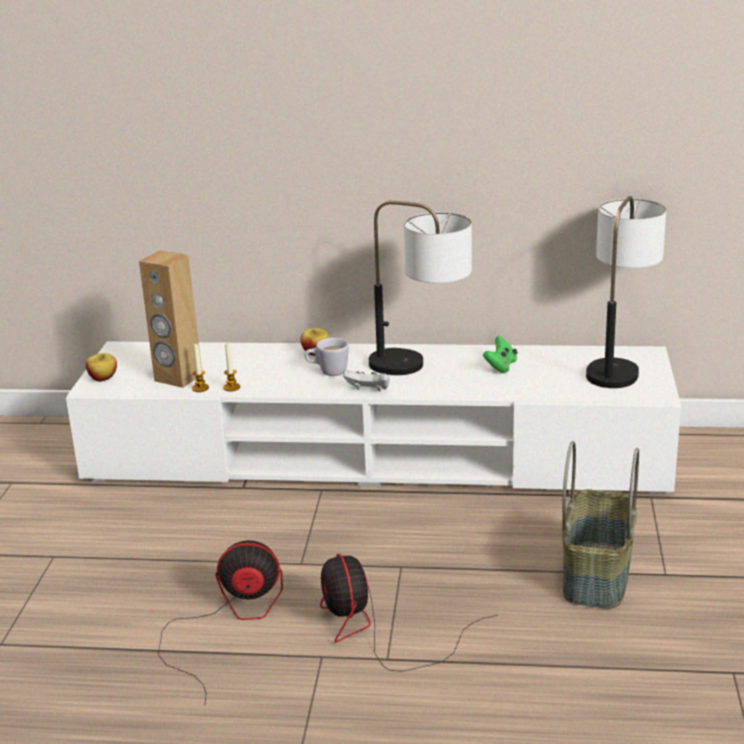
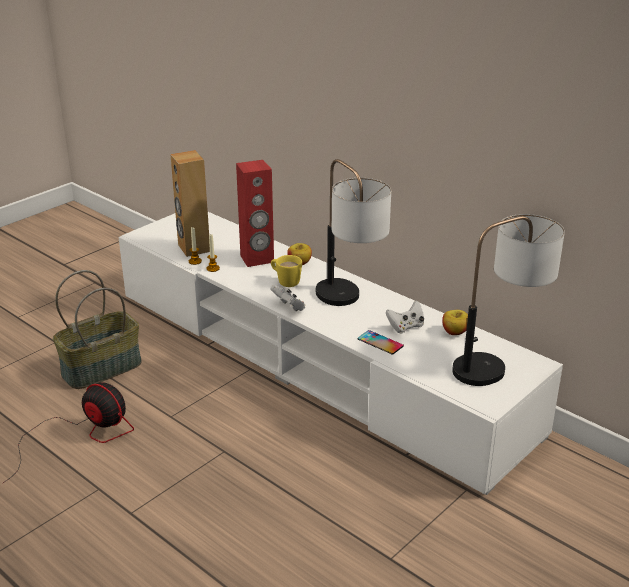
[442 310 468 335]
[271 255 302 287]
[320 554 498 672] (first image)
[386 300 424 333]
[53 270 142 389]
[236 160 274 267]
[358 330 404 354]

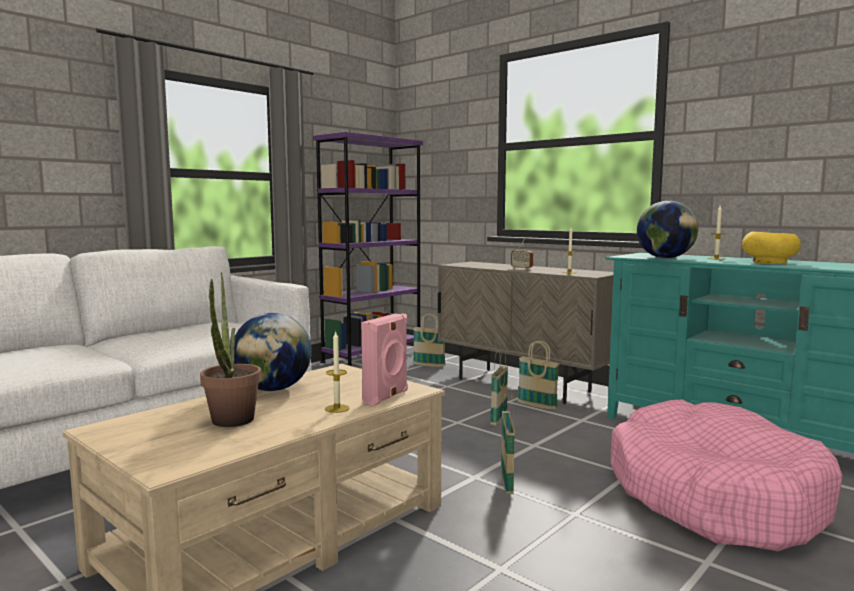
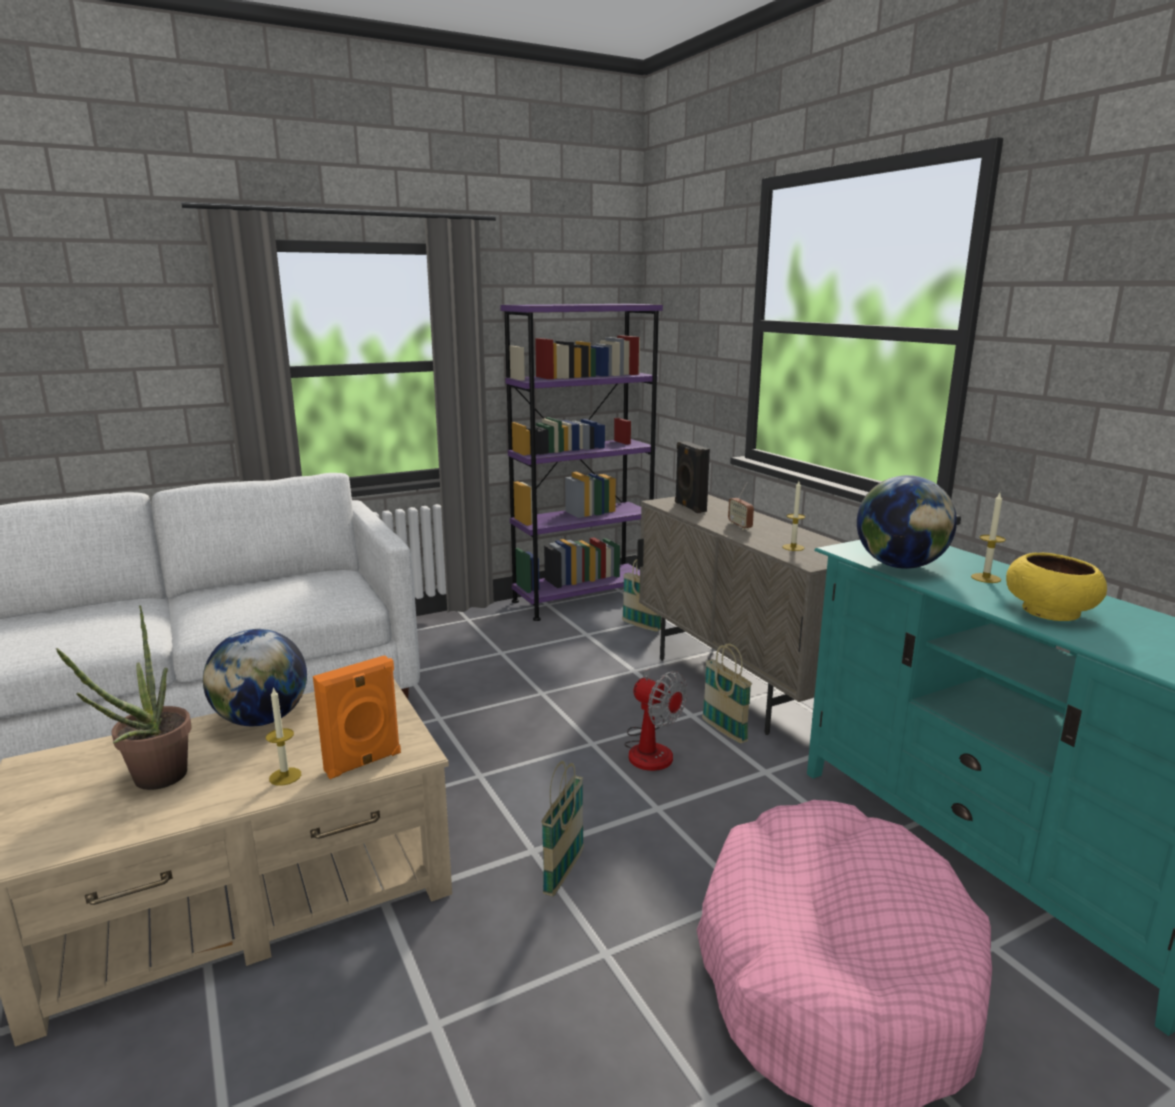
[313 655 401 779]
[624 669 687 771]
[675 441 710 513]

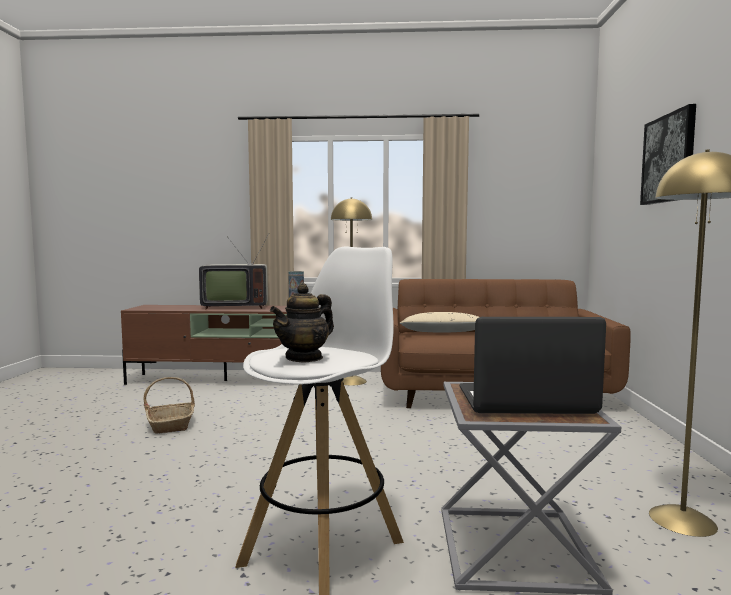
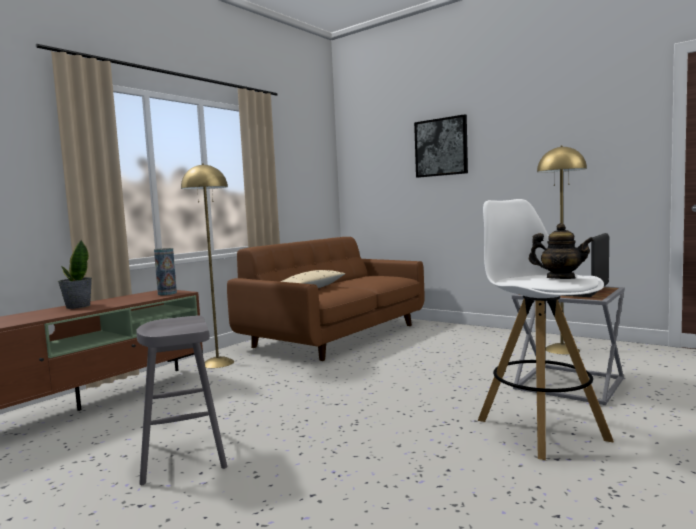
[136 315 227 485]
[58 240 92 309]
[529 223 594 279]

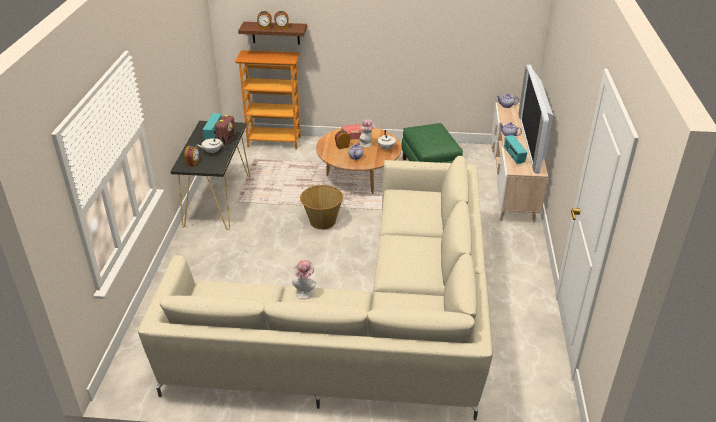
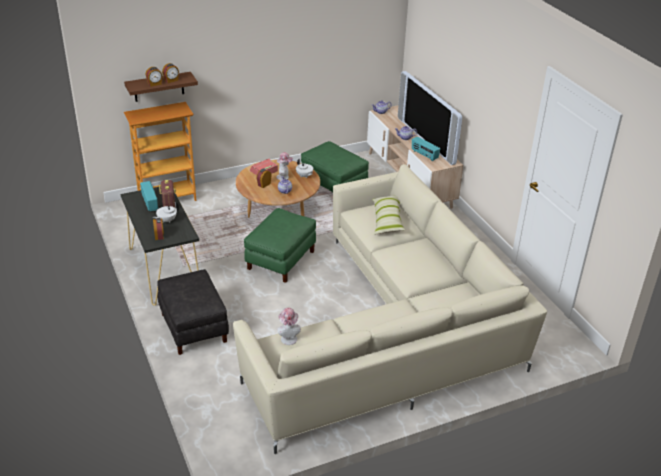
[277 308 301 345]
[244 208 316 283]
[157 269 229 355]
[372 196 405 235]

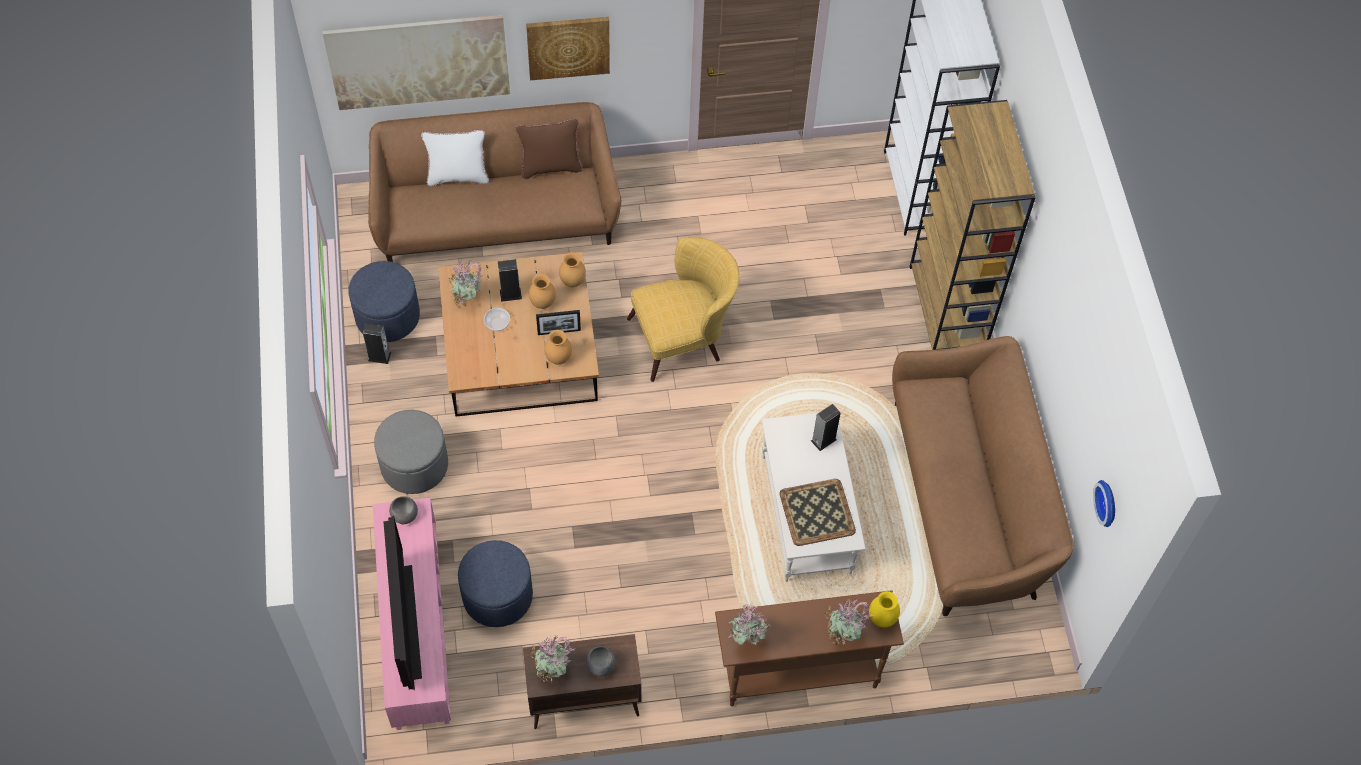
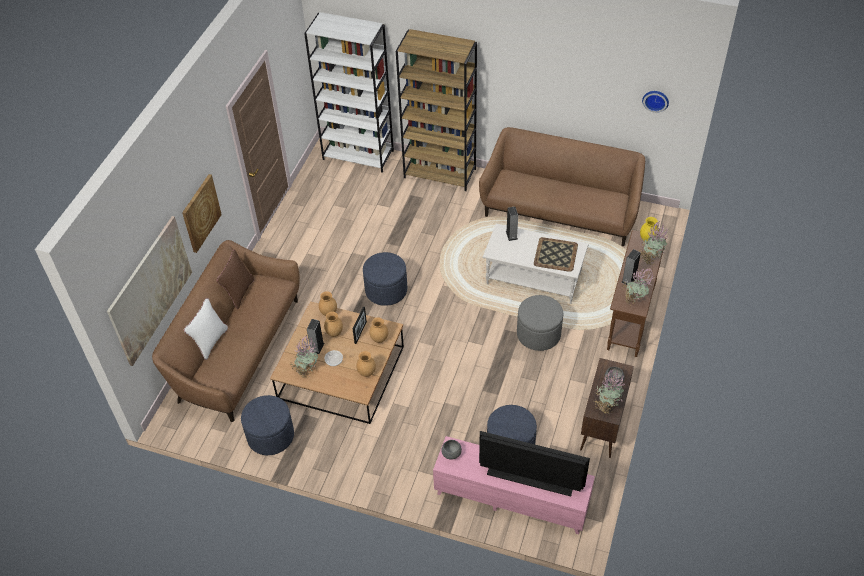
[622 249 641 285]
[517 295 563 351]
[363 252 407 306]
[356 351 376 377]

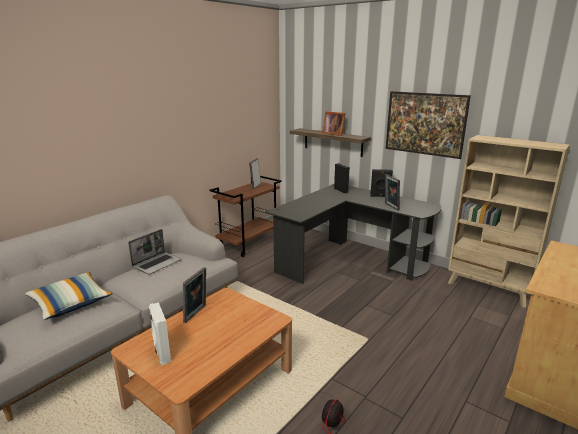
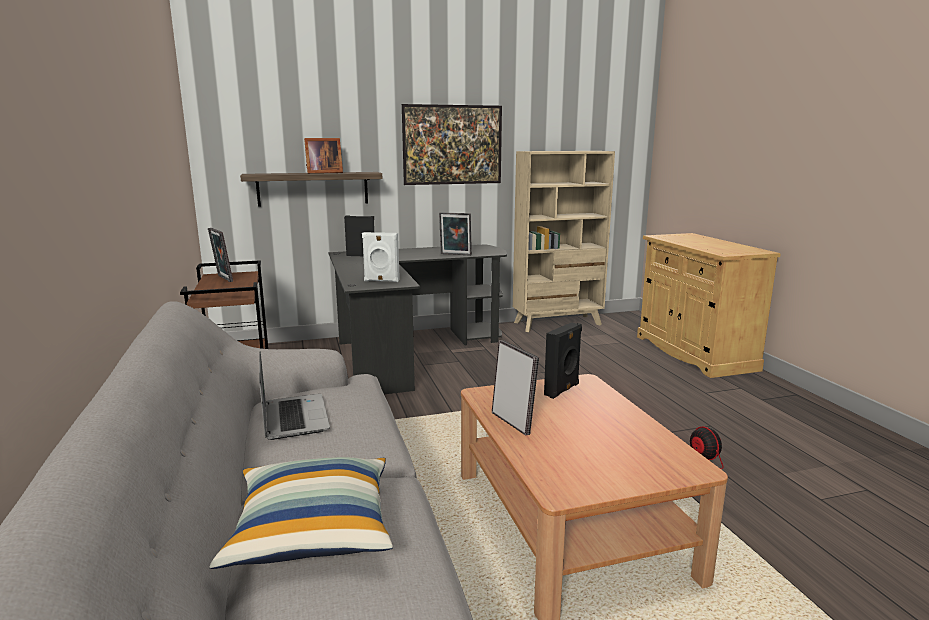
[362 232 400 282]
[544 322 582 399]

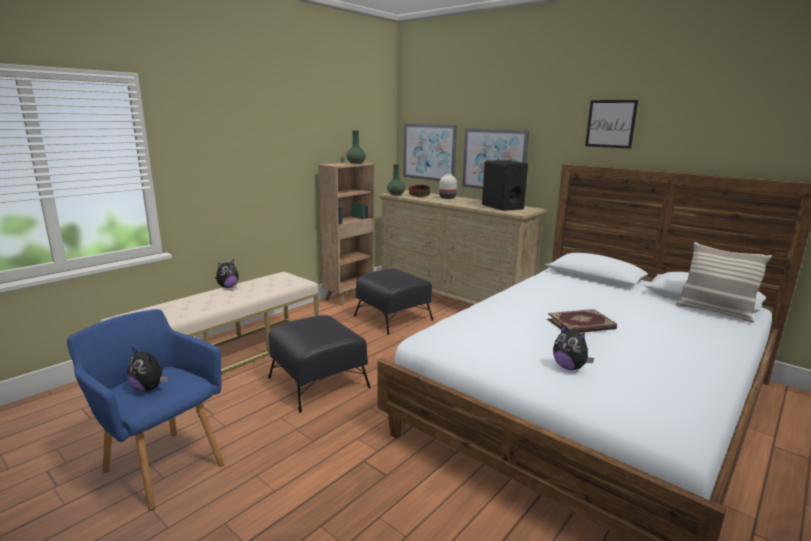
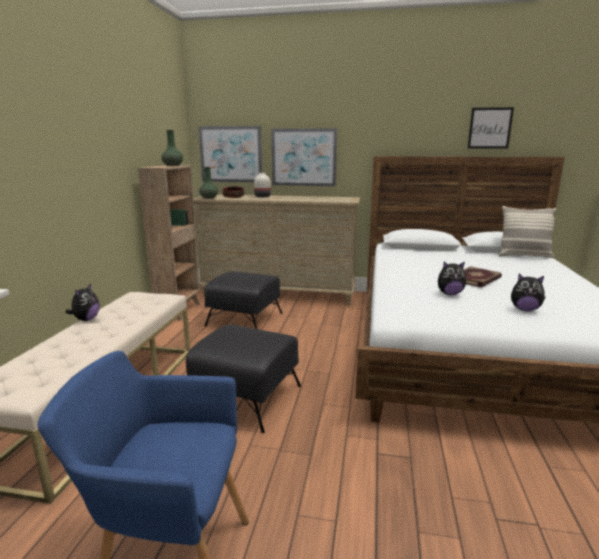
[438 261 466 295]
[482 160 528 211] (first image)
[467 107 514 149]

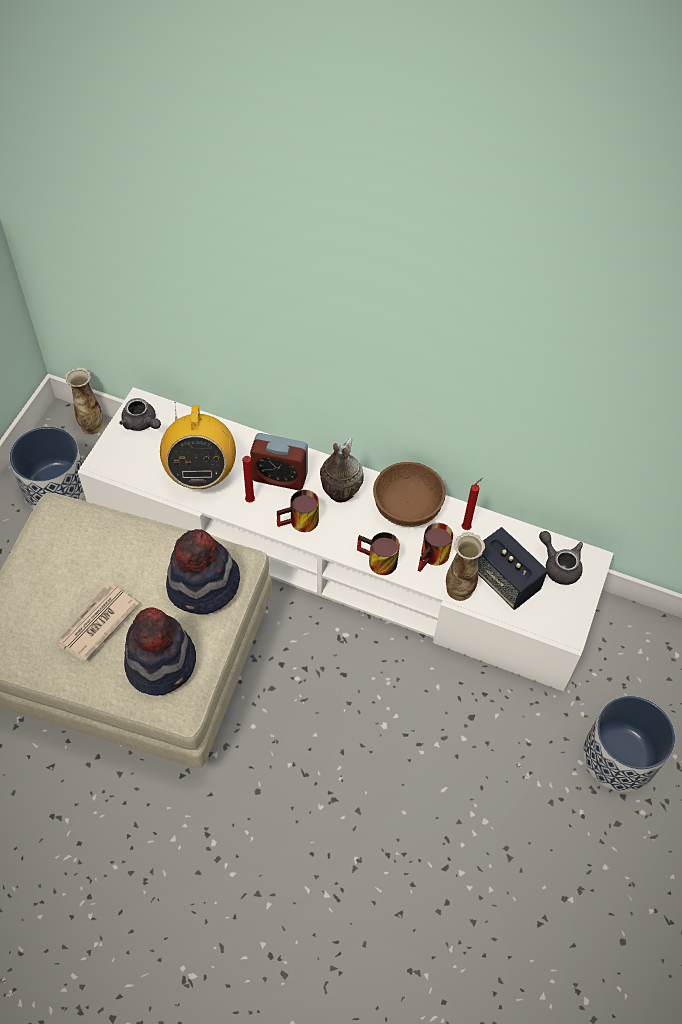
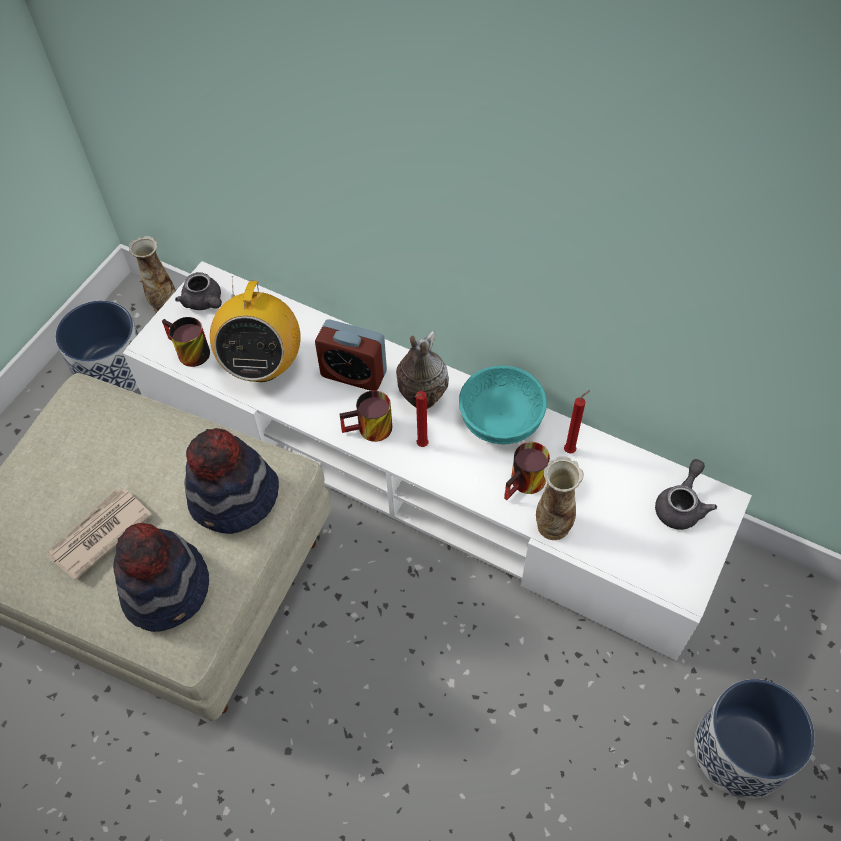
[415 391 429 447]
[162 317 210 367]
[459 366 547 444]
[478 527 548 610] (first image)
[655 459 717 530]

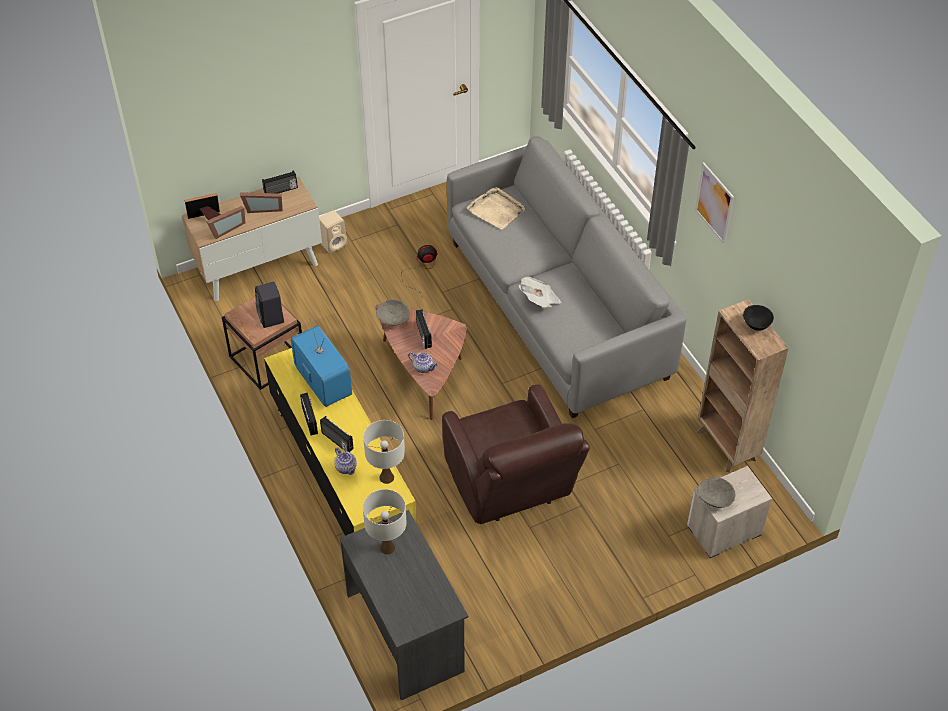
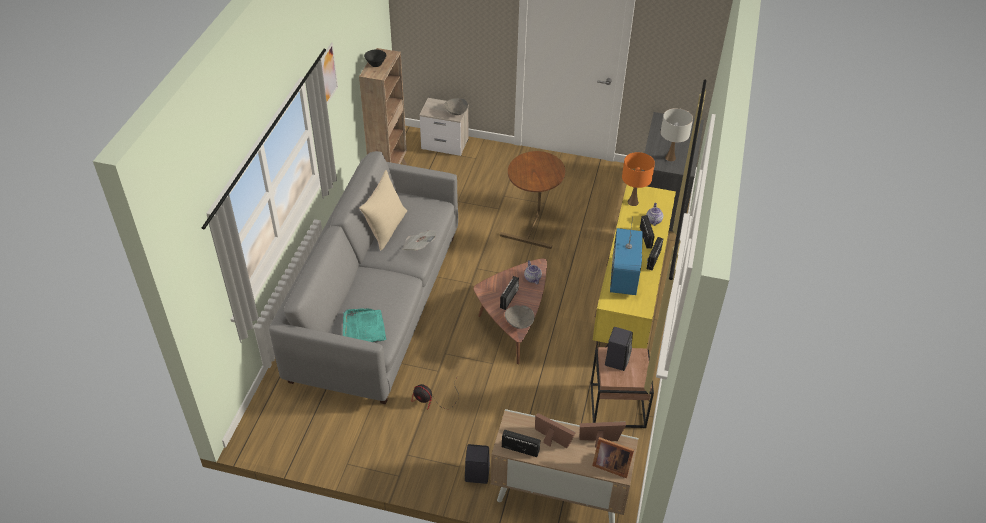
[465 444 490 484]
[622 152 655 206]
[500 151 565 249]
[343 308 386 342]
[359 170 407 250]

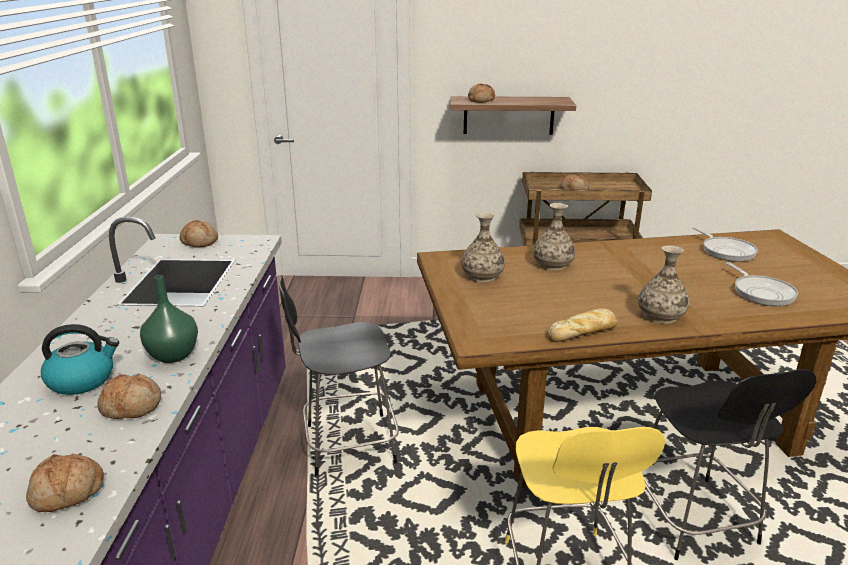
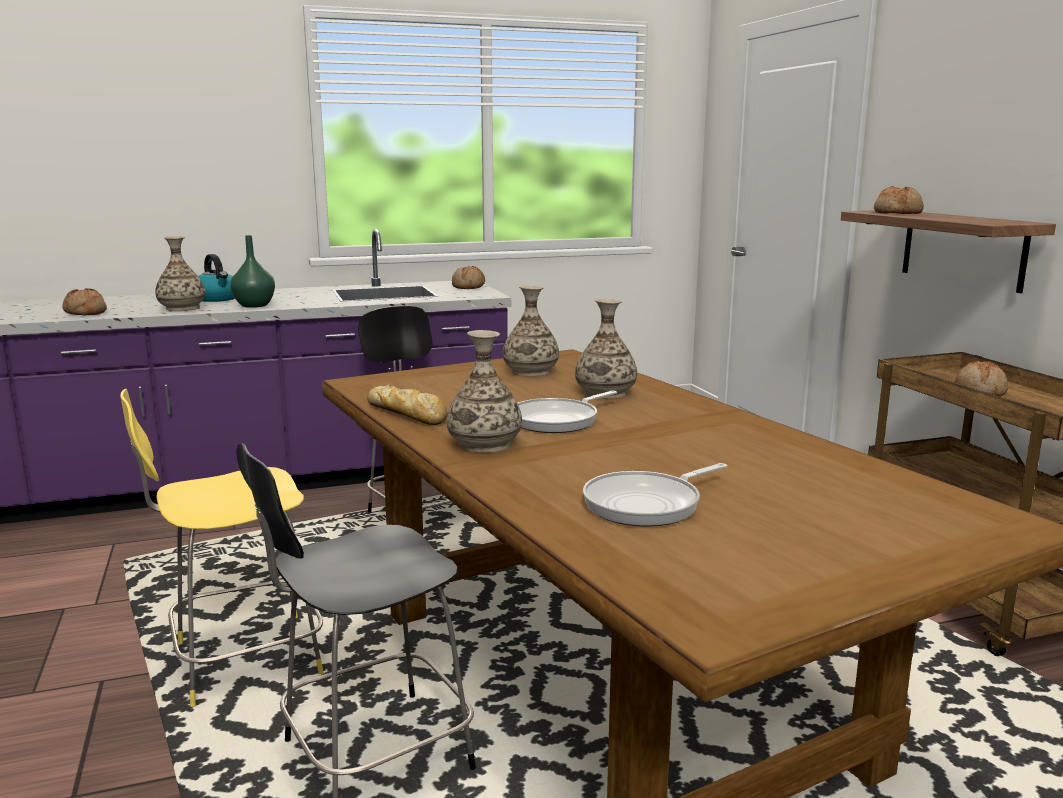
[155 236 205 311]
[518 391 617 433]

